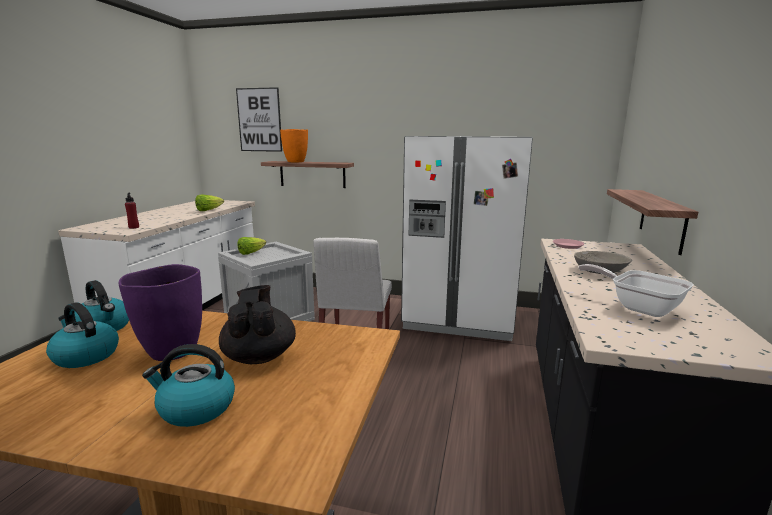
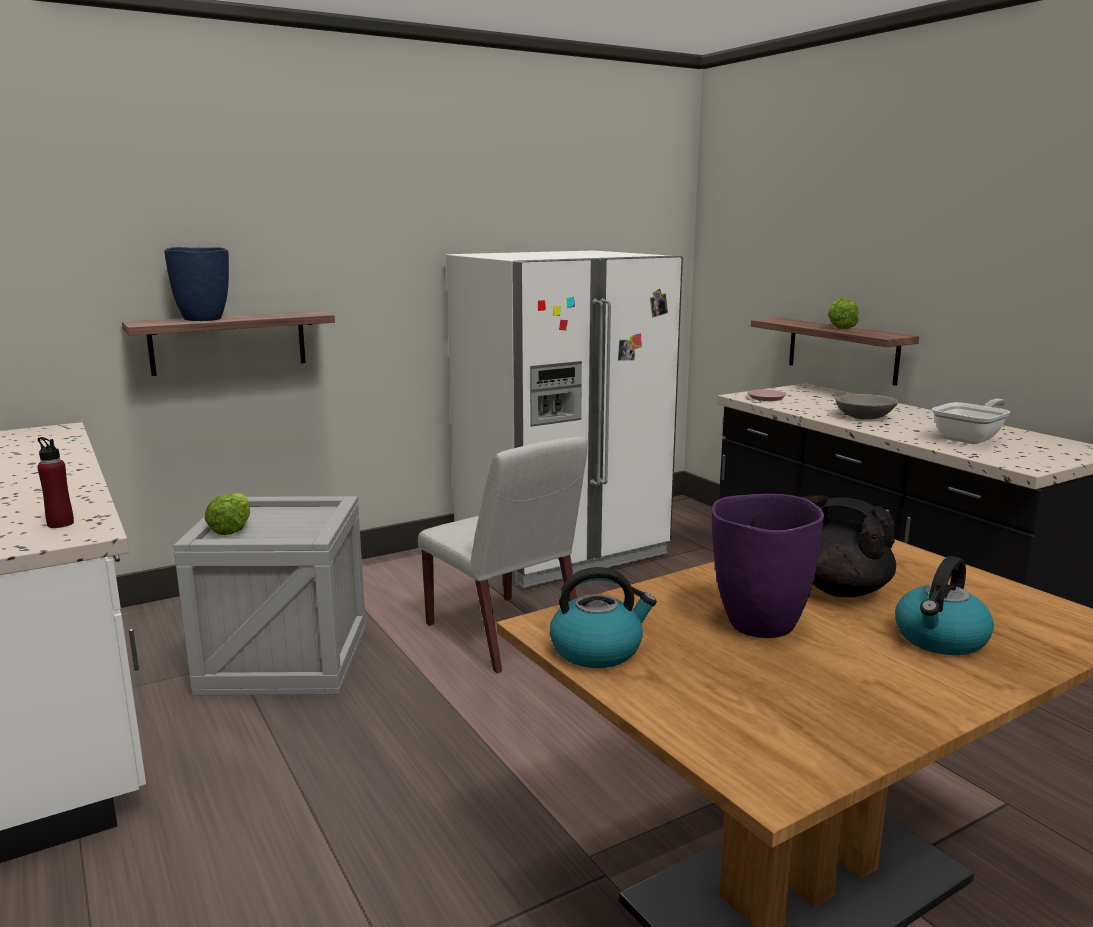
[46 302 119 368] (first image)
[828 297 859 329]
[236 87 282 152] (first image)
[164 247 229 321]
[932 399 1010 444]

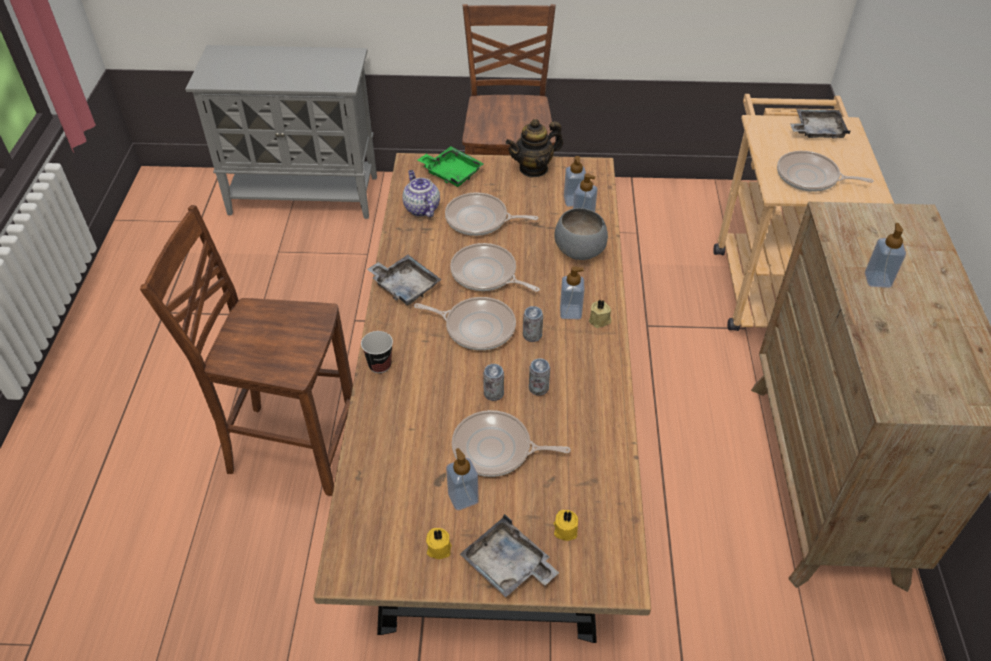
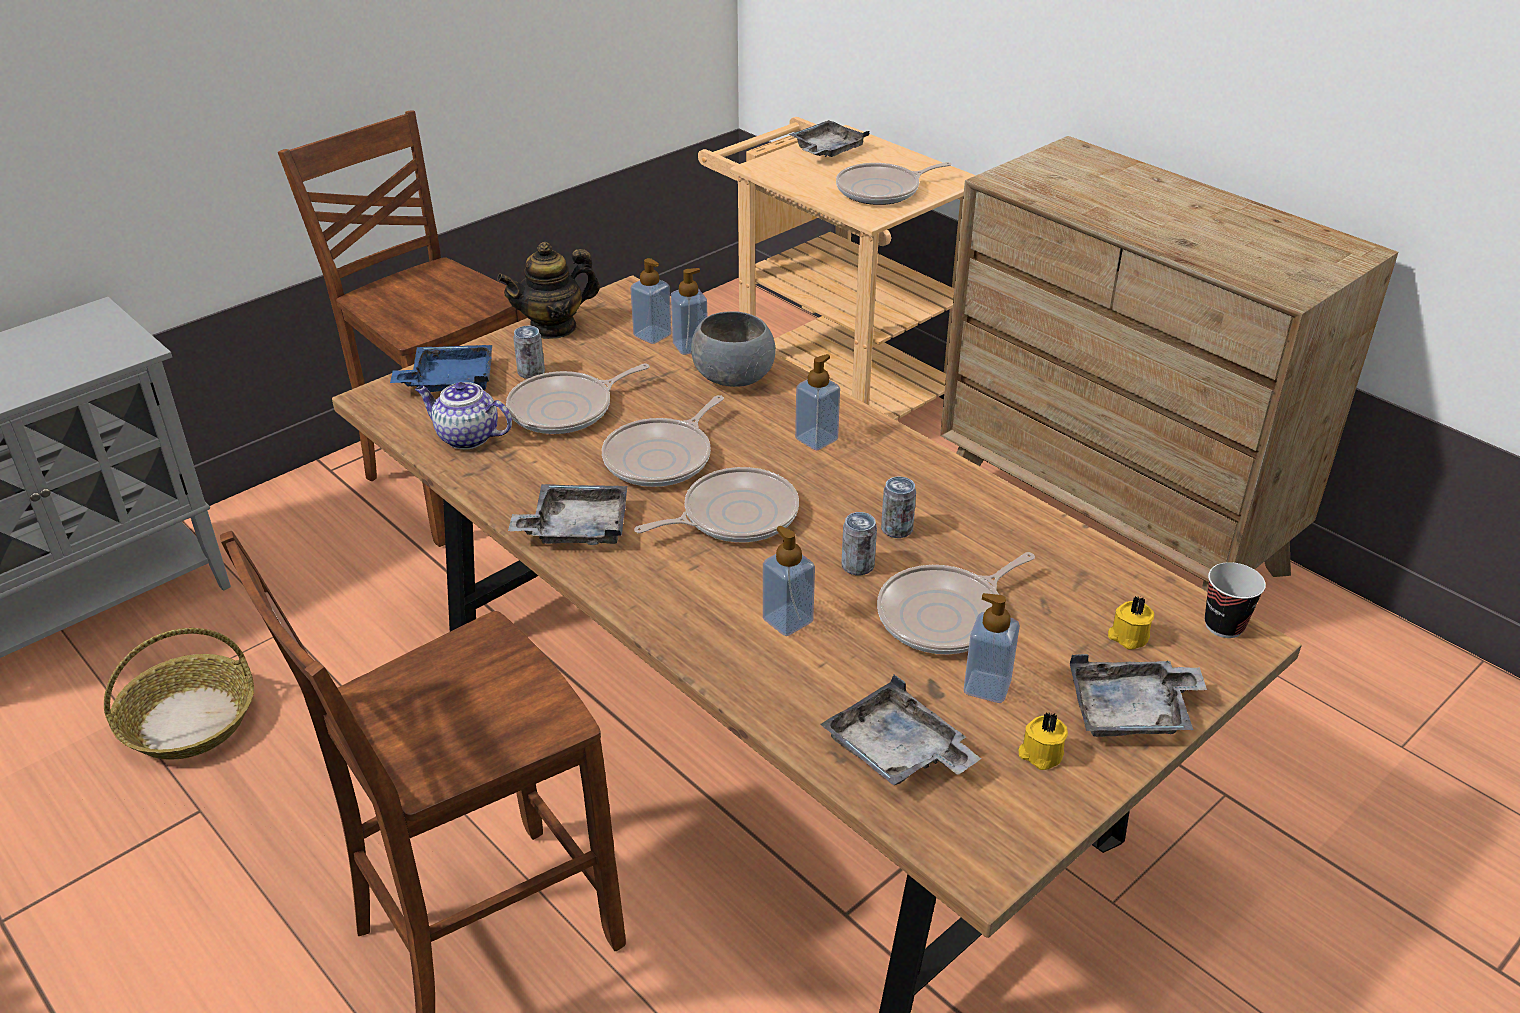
[1205 562 1266 638]
[390 345 492 392]
[602 395 724 487]
[497 242 600 339]
[513 326 545 379]
[589 300 611 328] (first image)
[763 526 815 636]
[104 628 254 760]
[820 675 981 785]

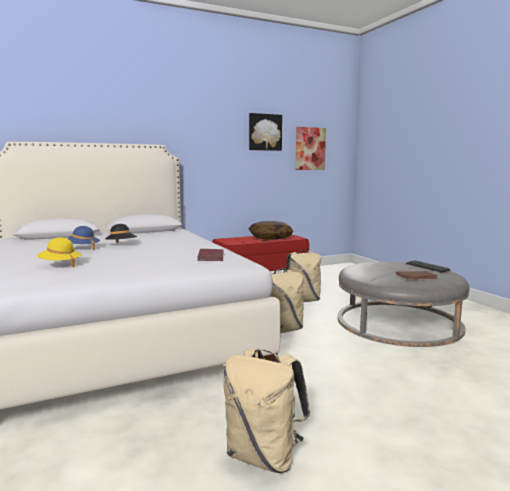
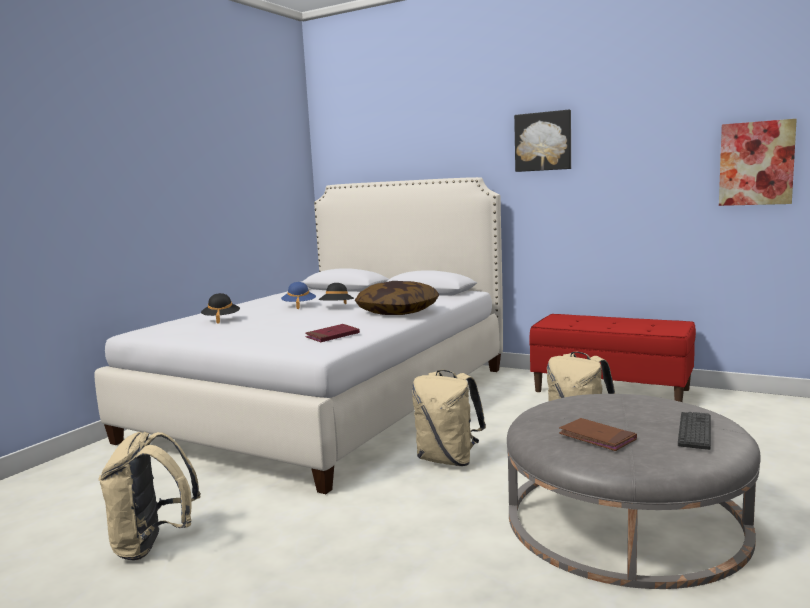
[201 293 240 324]
[514 110 571 172]
[355 281 439 315]

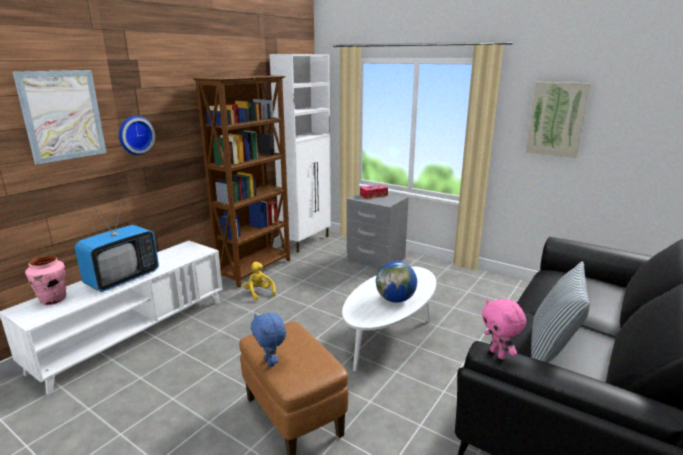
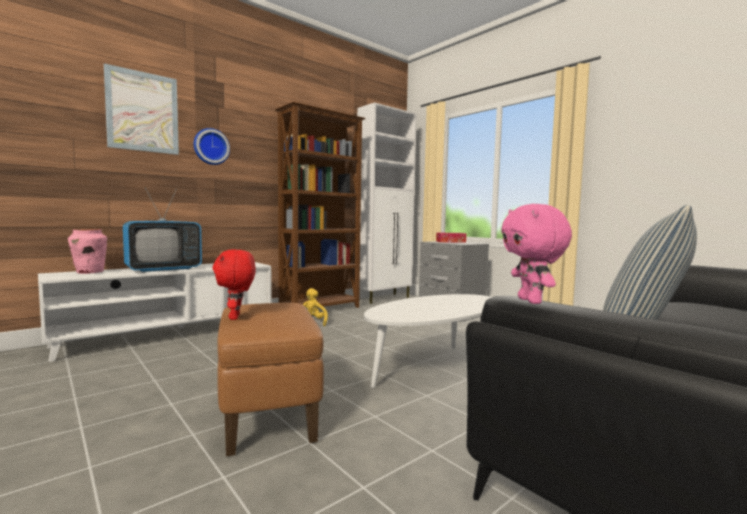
[212 249 256 320]
[376 261 417 303] (first image)
[526 82 591 158] (first image)

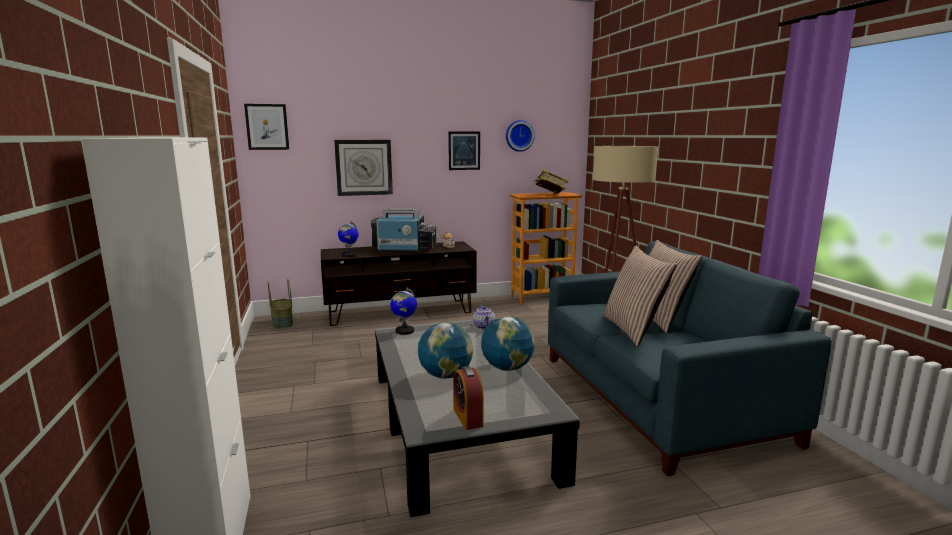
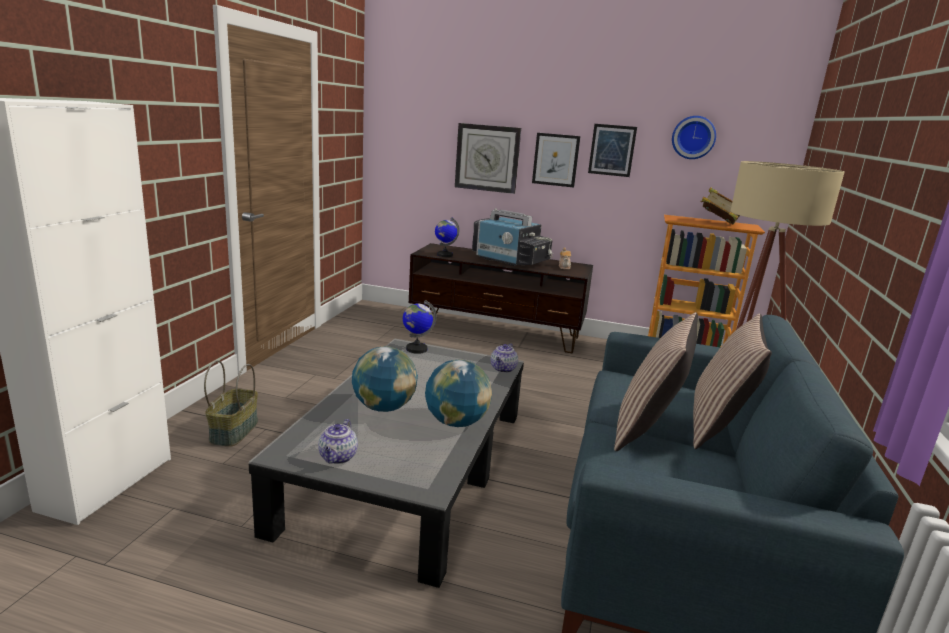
[532 133 581 187]
[204 360 258 447]
[318 419 358 464]

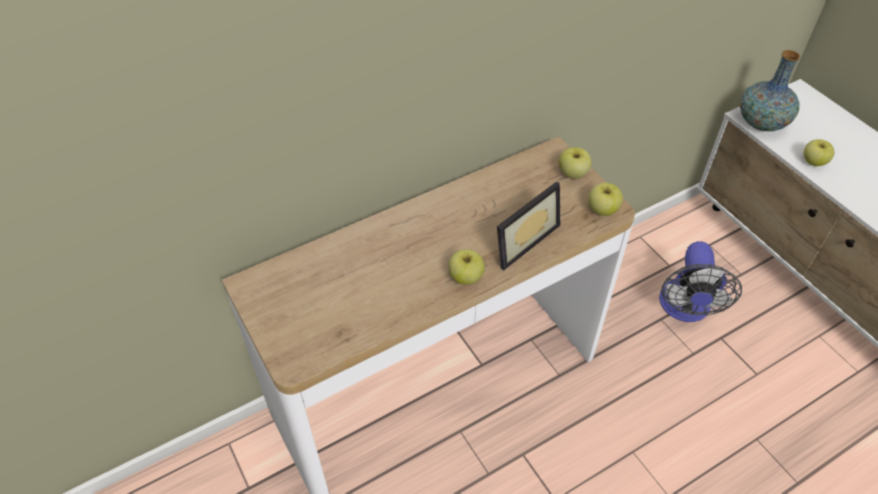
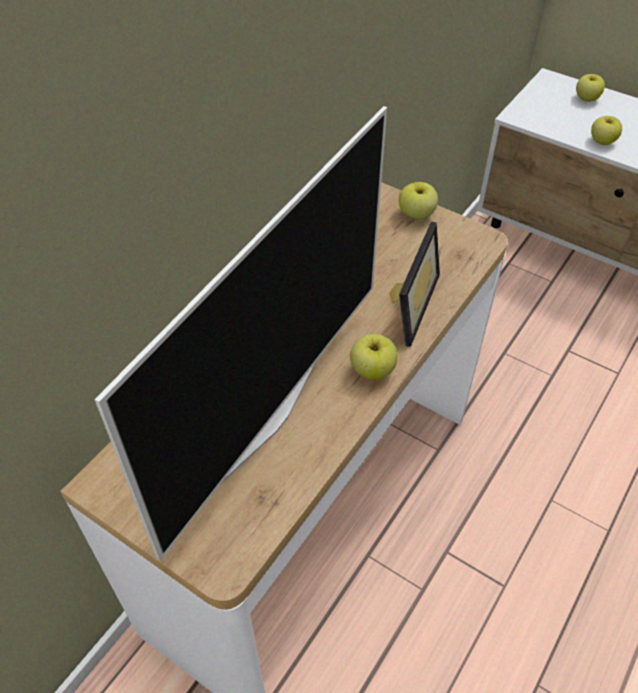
[576 74 605 102]
[659 241 742 322] (first image)
[740 50 800 131] (first image)
[94 106 387 561]

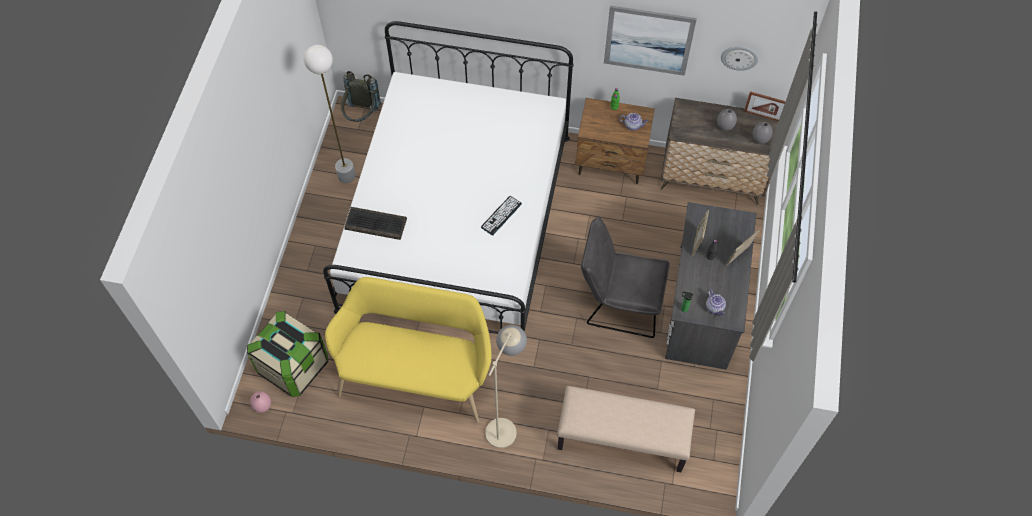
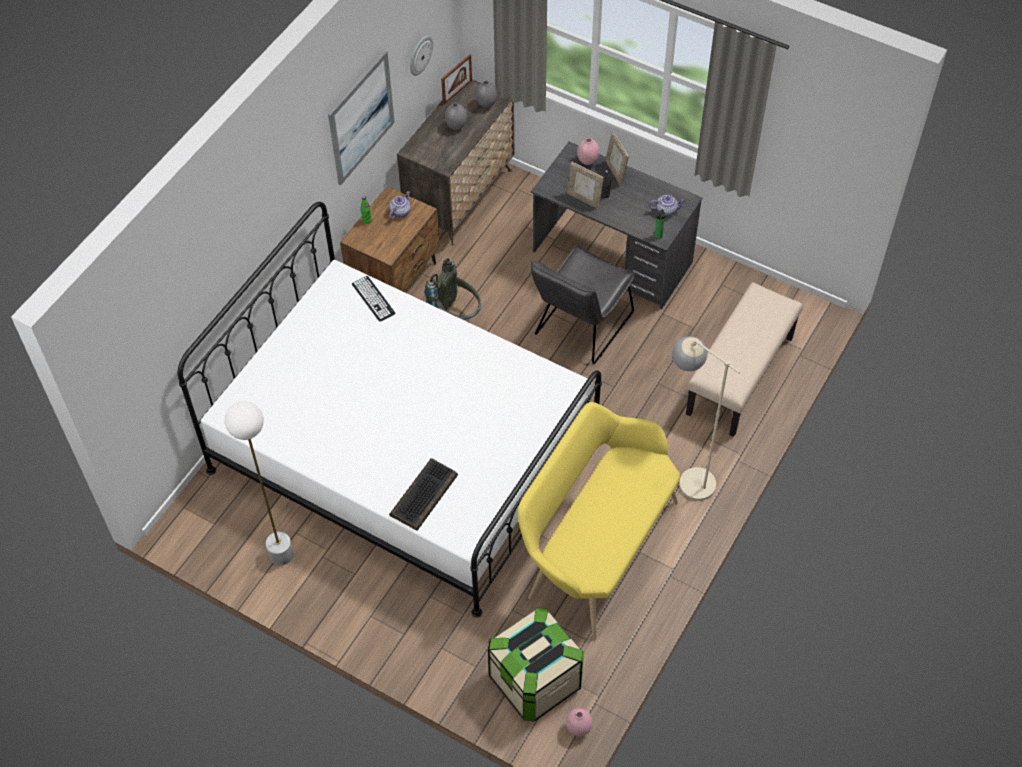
[425 258 481 320]
[352 276 395 322]
[577 138 600 165]

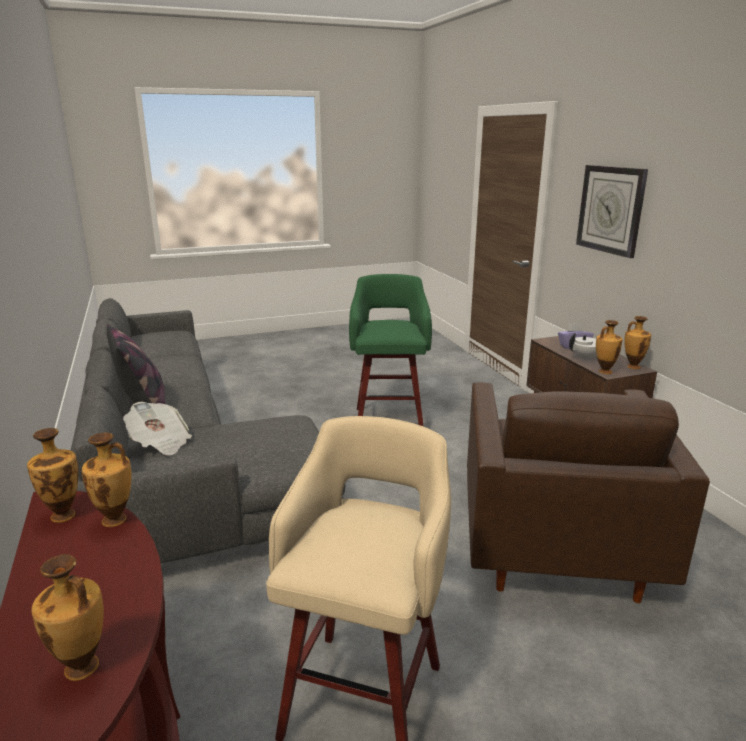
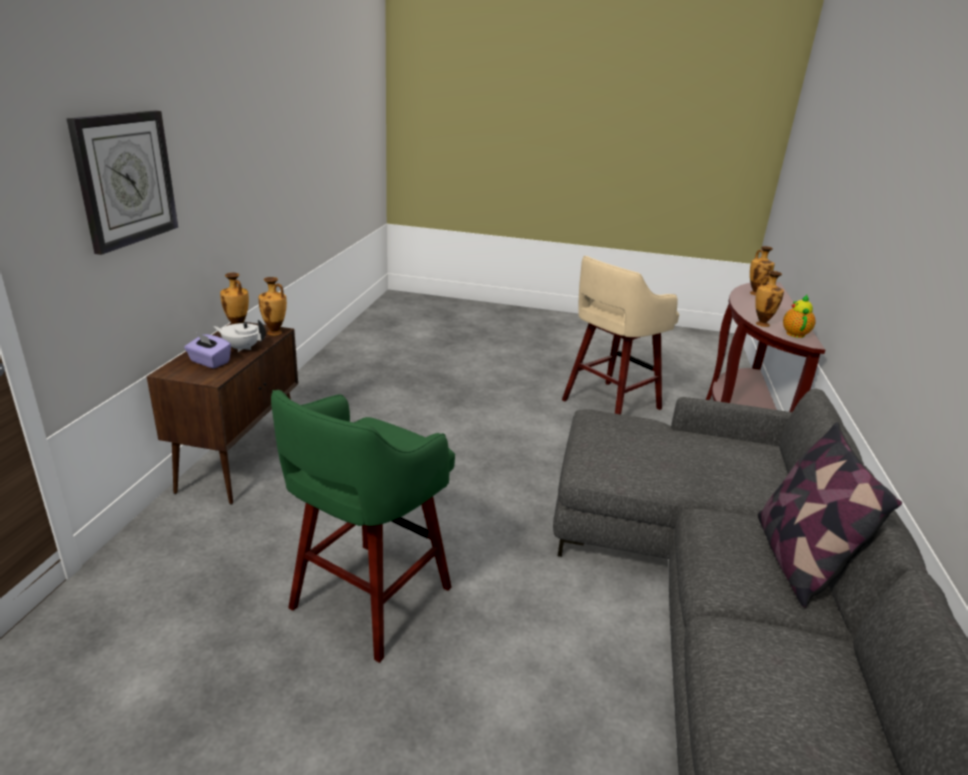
[783 295 816 338]
[123 402 192 456] (first image)
[467 382 710 603] (first image)

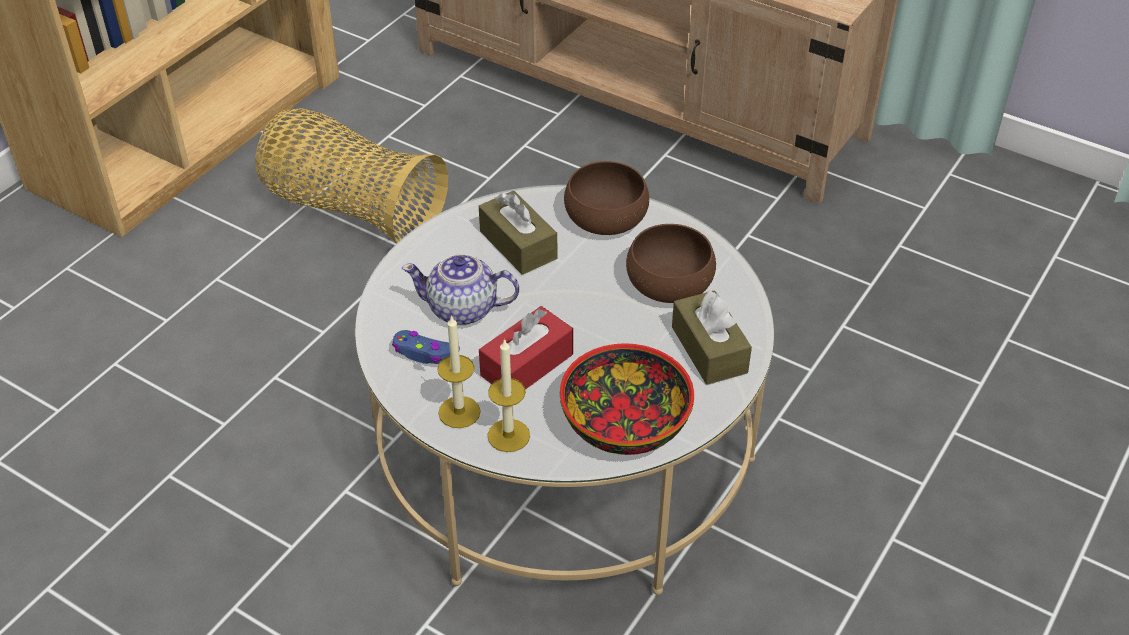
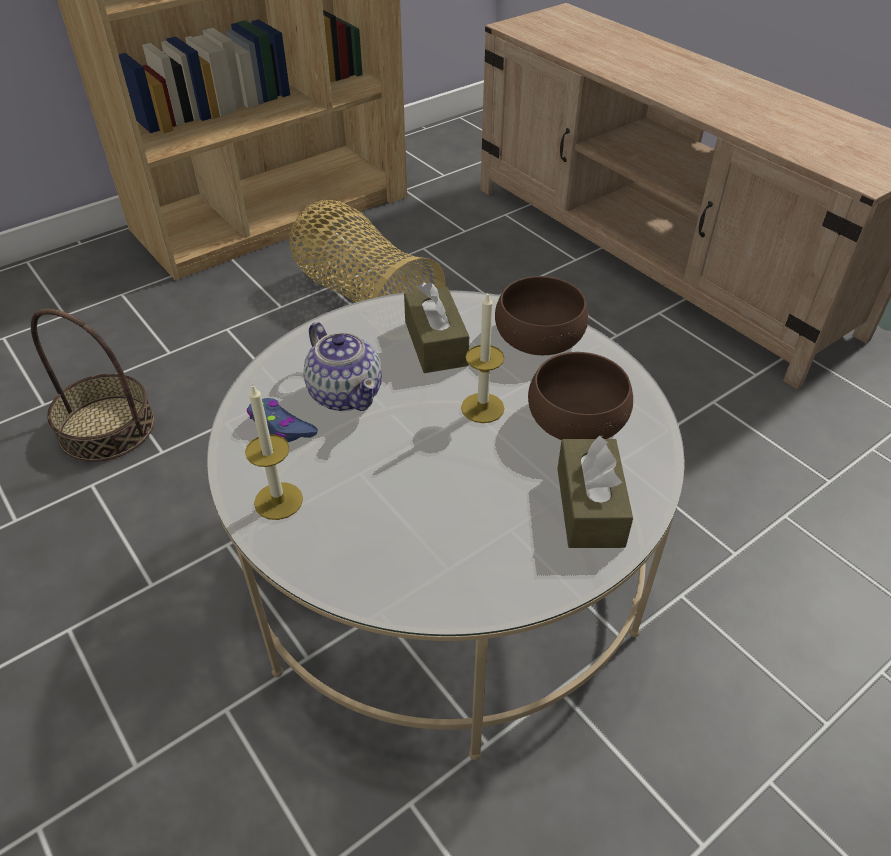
[303 322 382 411]
[479 306 573 389] (first image)
[461 294 505 423]
[560 343 694 455] (first image)
[31 309 155 462]

